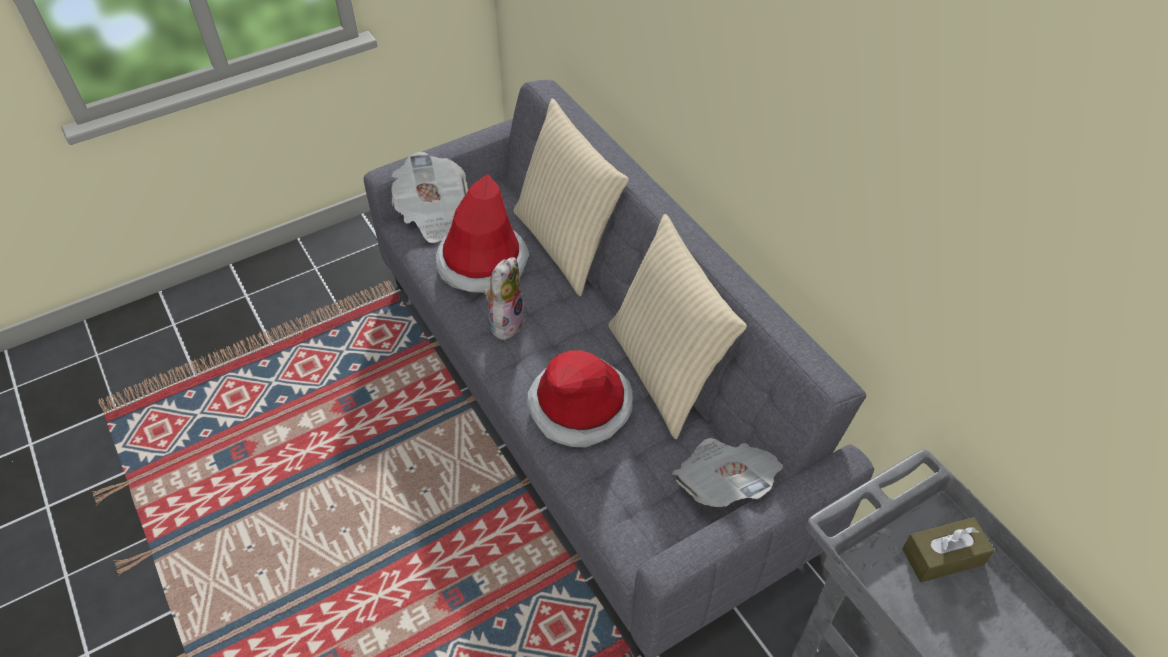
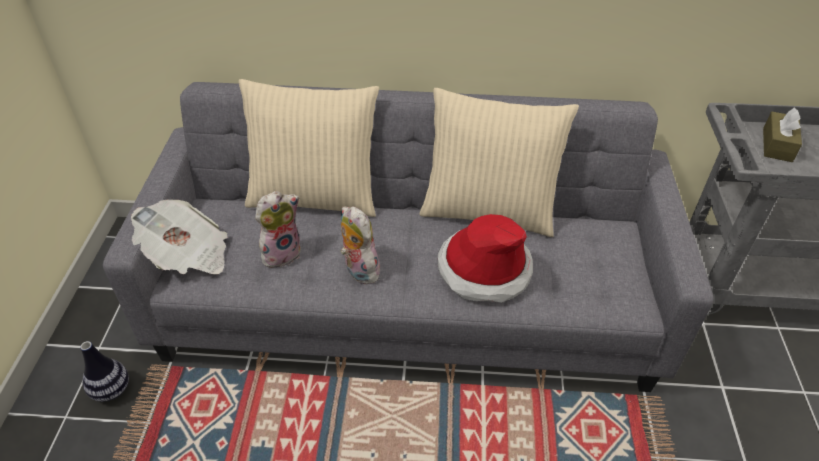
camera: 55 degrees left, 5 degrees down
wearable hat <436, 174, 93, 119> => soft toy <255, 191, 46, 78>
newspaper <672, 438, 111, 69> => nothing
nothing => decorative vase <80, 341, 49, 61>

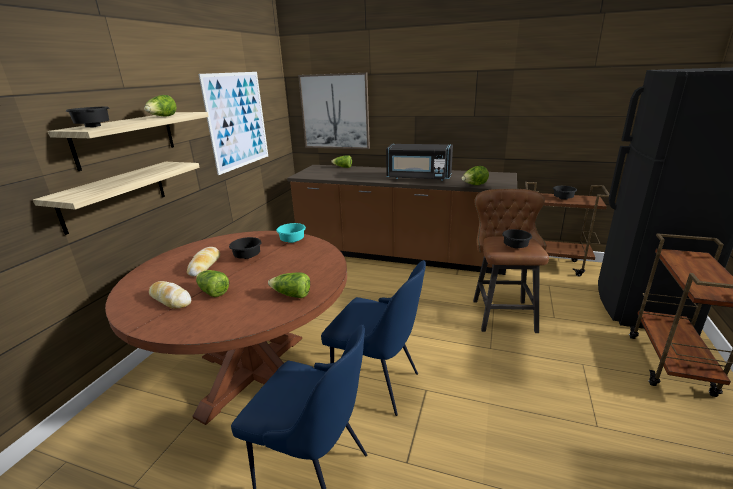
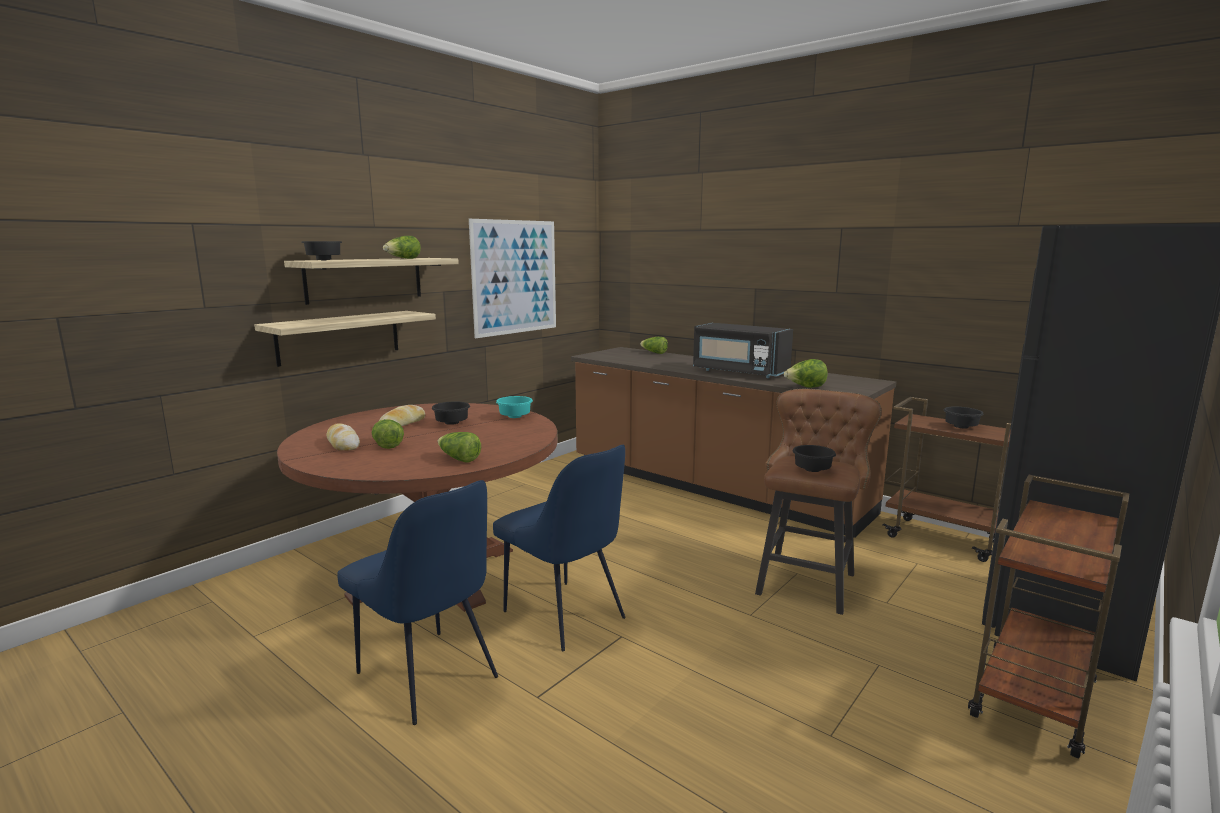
camera: 20 degrees right, 10 degrees down
wall art <298, 73, 72, 76> => nothing

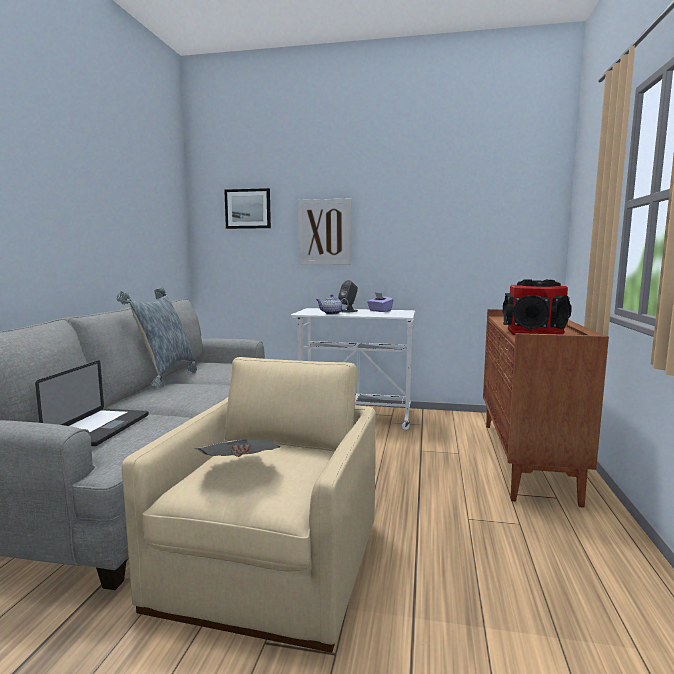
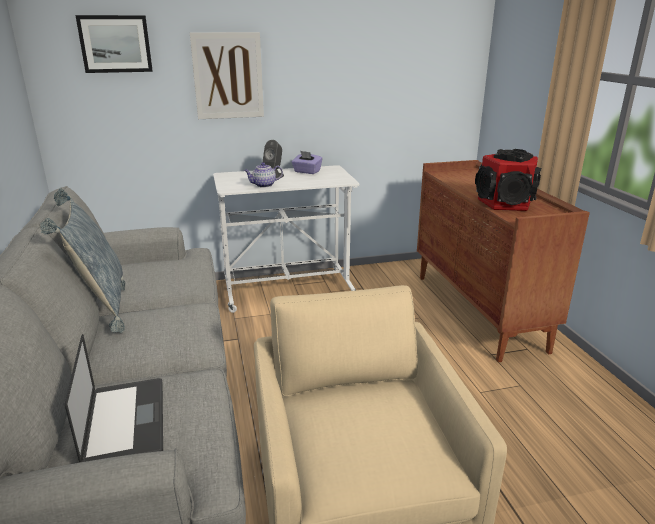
camera: 25 degrees left, 15 degrees up
newspaper <194, 439, 86, 18> => nothing

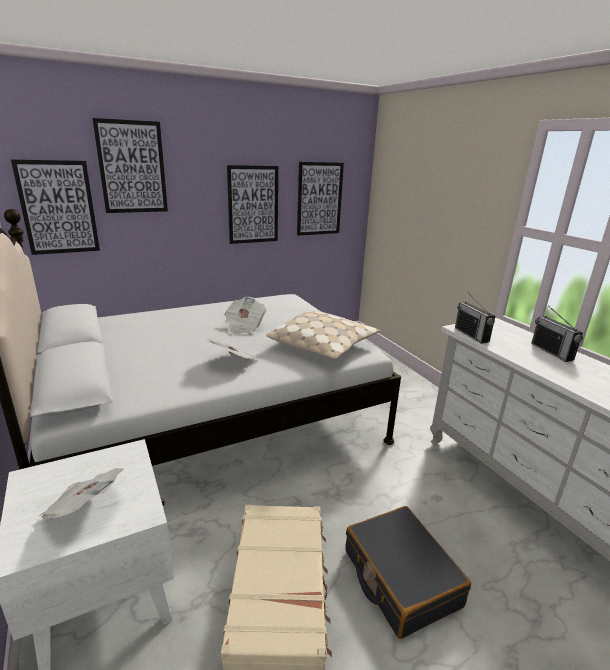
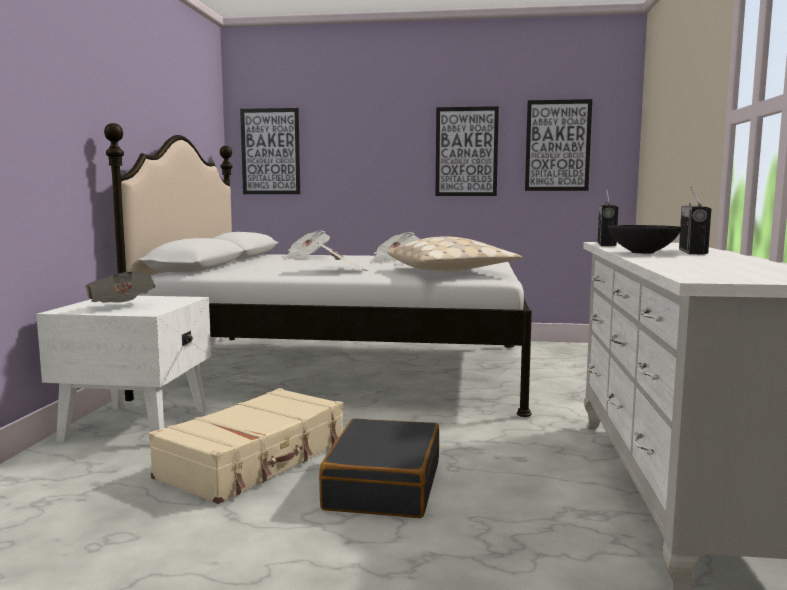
camera: 35 degrees right, 15 degrees down
wall art <92, 118, 76, 95> => nothing
nothing => black-coloured serving bowl <608, 225, 74, 29>
nothing => newspaper <284, 231, 46, 28>

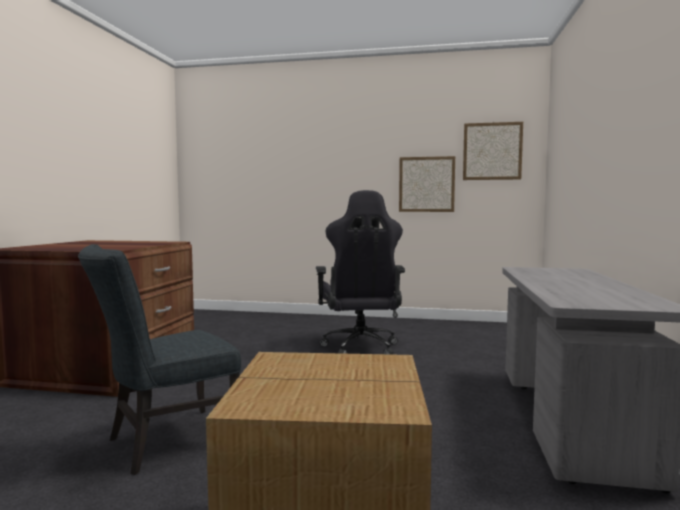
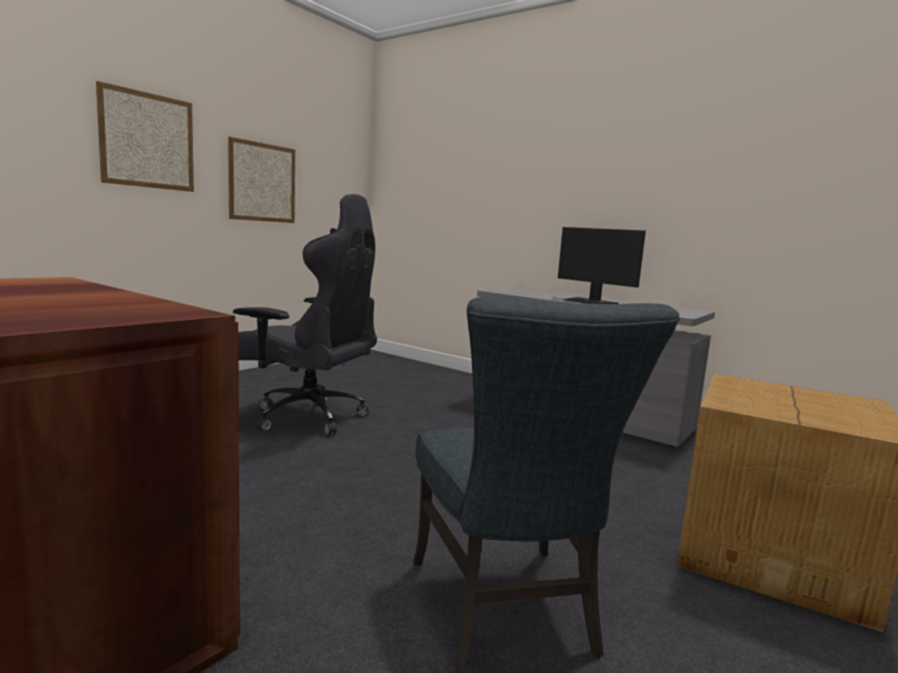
camera: 65 degrees left, 5 degrees up
wall art <463, 121, 60, 59> => wall art <96, 81, 98, 111>, shifted
nothing => computer screen <558, 227, 88, 77>

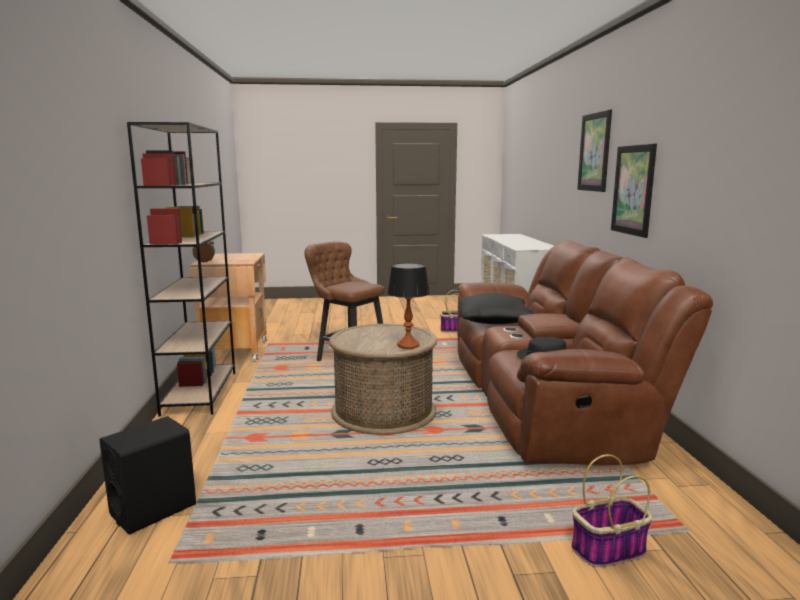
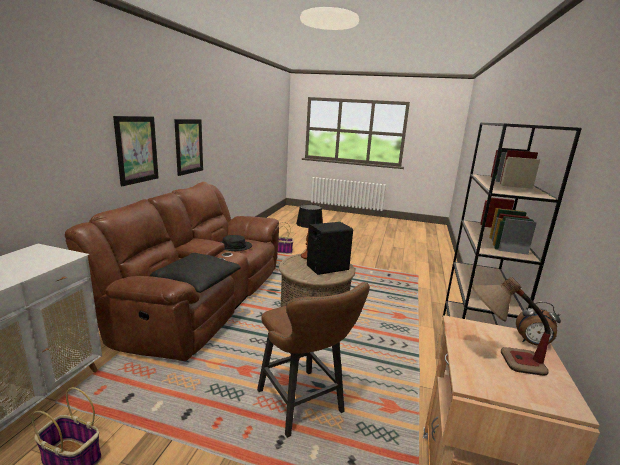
camera: 160 degrees left, 5 degrees up
wall art <577, 109, 35, 83> => wall art <174, 119, 29, 57>, shifted
black-coloured loudspeaker <99, 416, 97, 119> => black-coloured loudspeaker <307, 222, 46, 53>, shifted
nothing => table lamp <472, 277, 78, 99>

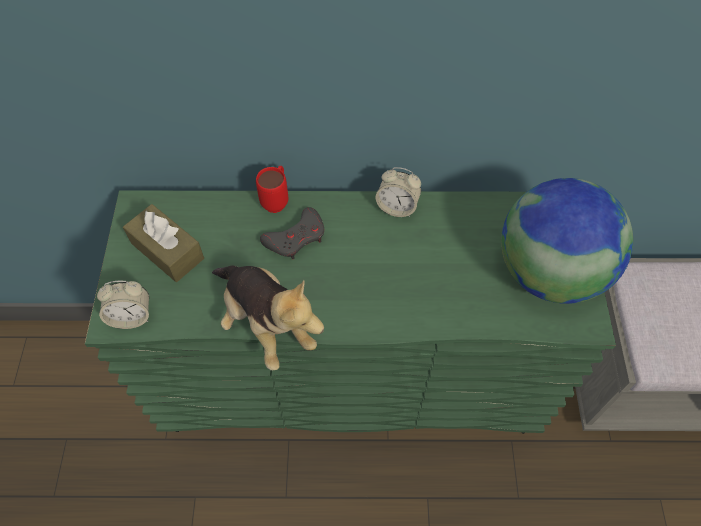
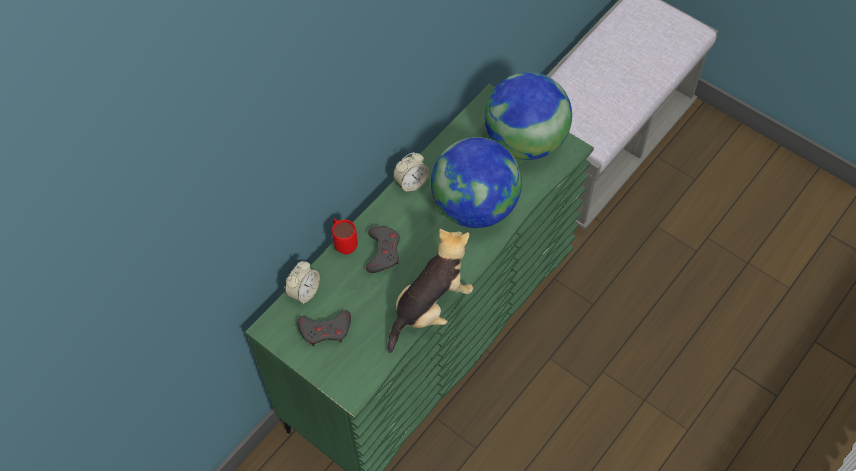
camera: 50 degrees left, 0 degrees up
brownish tissue holder <123, 204, 81, 78> => gray game controller <297, 310, 54, 36>
soft toy <212, 265, 112, 105> => soft toy <387, 229, 86, 124>, 45 degrees counterclockwise
table clock <97, 281, 52, 48> => table clock <285, 261, 35, 43>, shifted
nothing => world globe <431, 137, 91, 91>

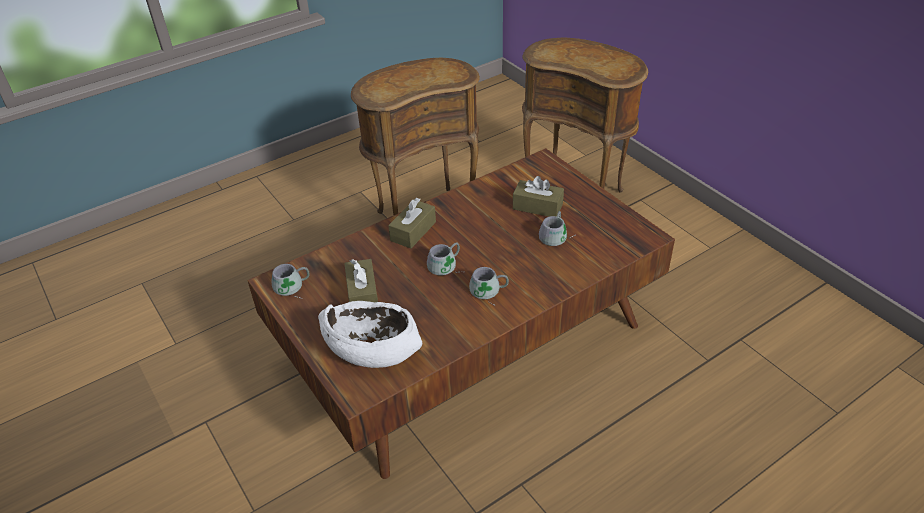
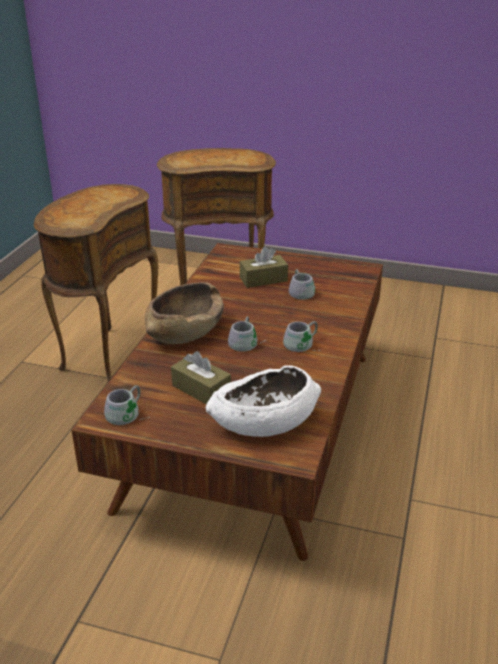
camera: 40 degrees left, 10 degrees down
brownish tissue holder <388, 198, 48, 51> => brownish serving bowl <145, 282, 79, 62>

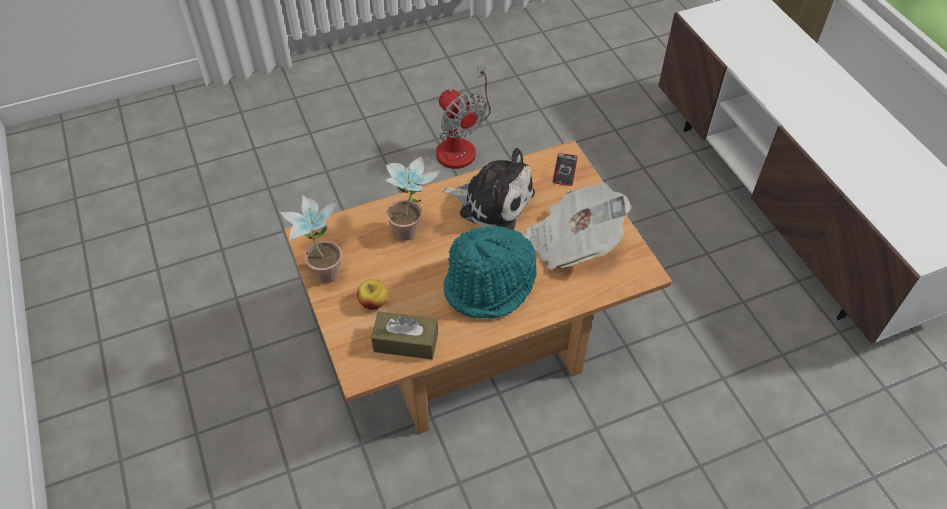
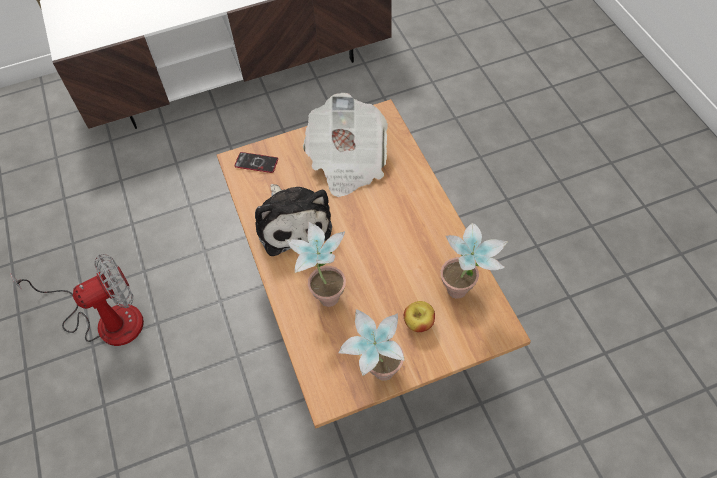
camera: 85 degrees left, 5 degrees up
soft toy <442, 148, 93, 82> => soft toy <255, 184, 77, 72>, 135 degrees clockwise
turquoise wearable hat <444, 226, 93, 93> => nothing
brownish tissue holder <371, 312, 67, 47> => potted plant <441, 223, 67, 75>

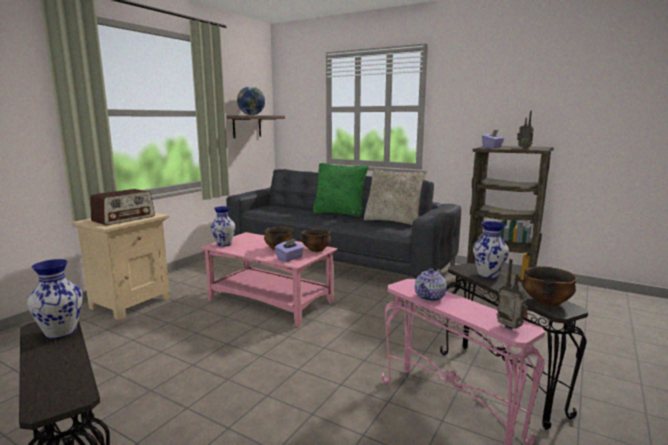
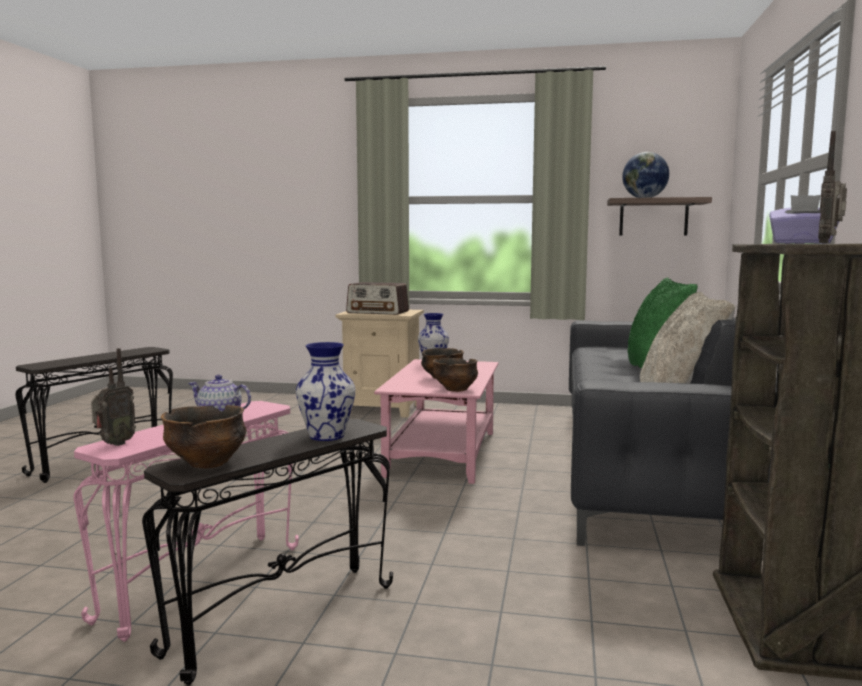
camera: 70 degrees right, 5 degrees down
purple tissue holder <275, 238, 29, 24> => nothing
decorative vase <27, 259, 56, 80> => nothing

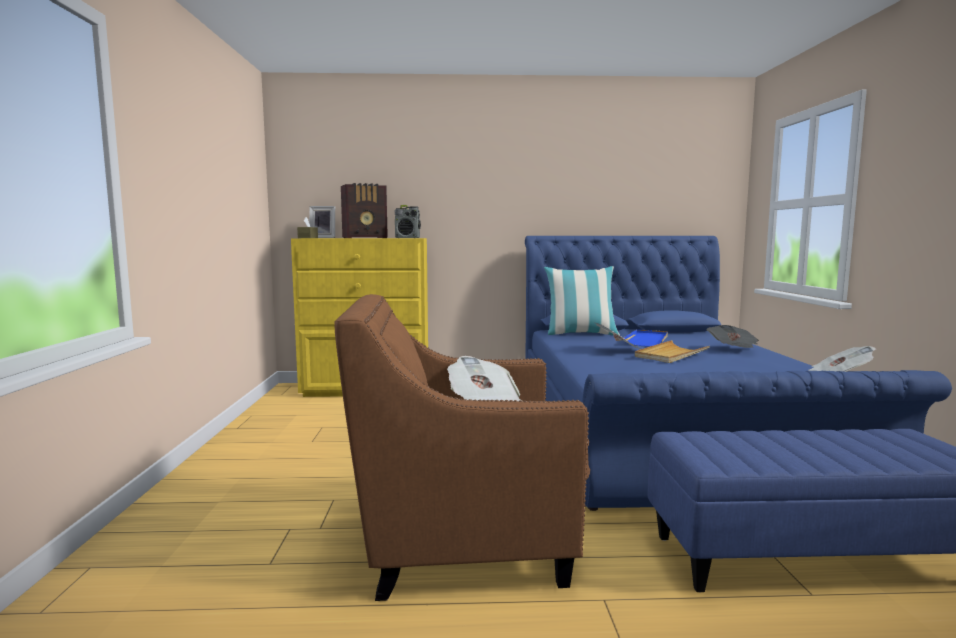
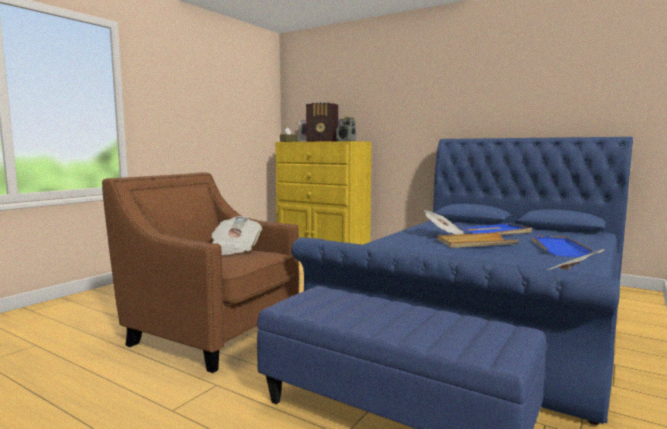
camera: 35 degrees right, 0 degrees up
pillow <544, 266, 76, 70> => nothing
newspaper <706, 325, 53, 23> => blue carrying tray <533, 236, 60, 21>

